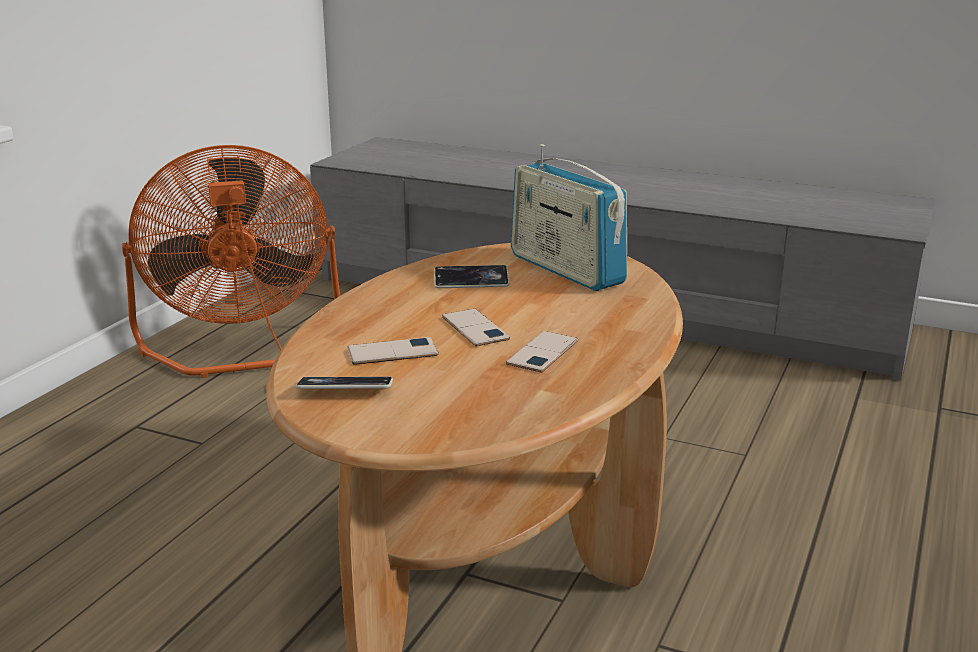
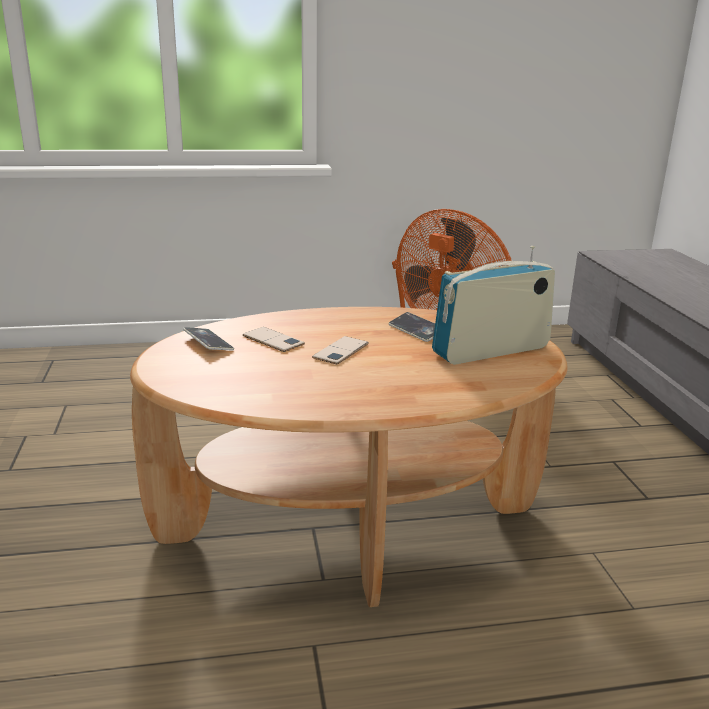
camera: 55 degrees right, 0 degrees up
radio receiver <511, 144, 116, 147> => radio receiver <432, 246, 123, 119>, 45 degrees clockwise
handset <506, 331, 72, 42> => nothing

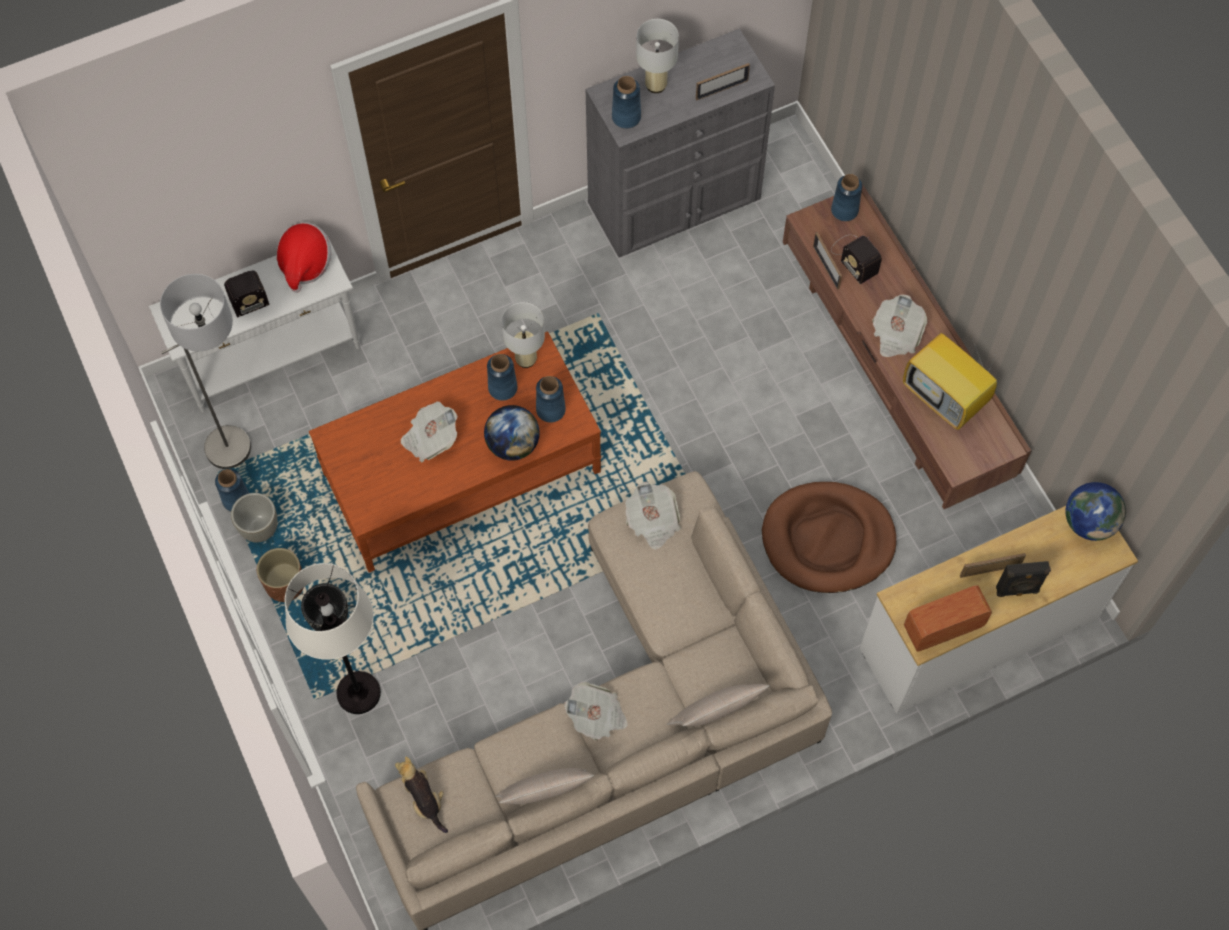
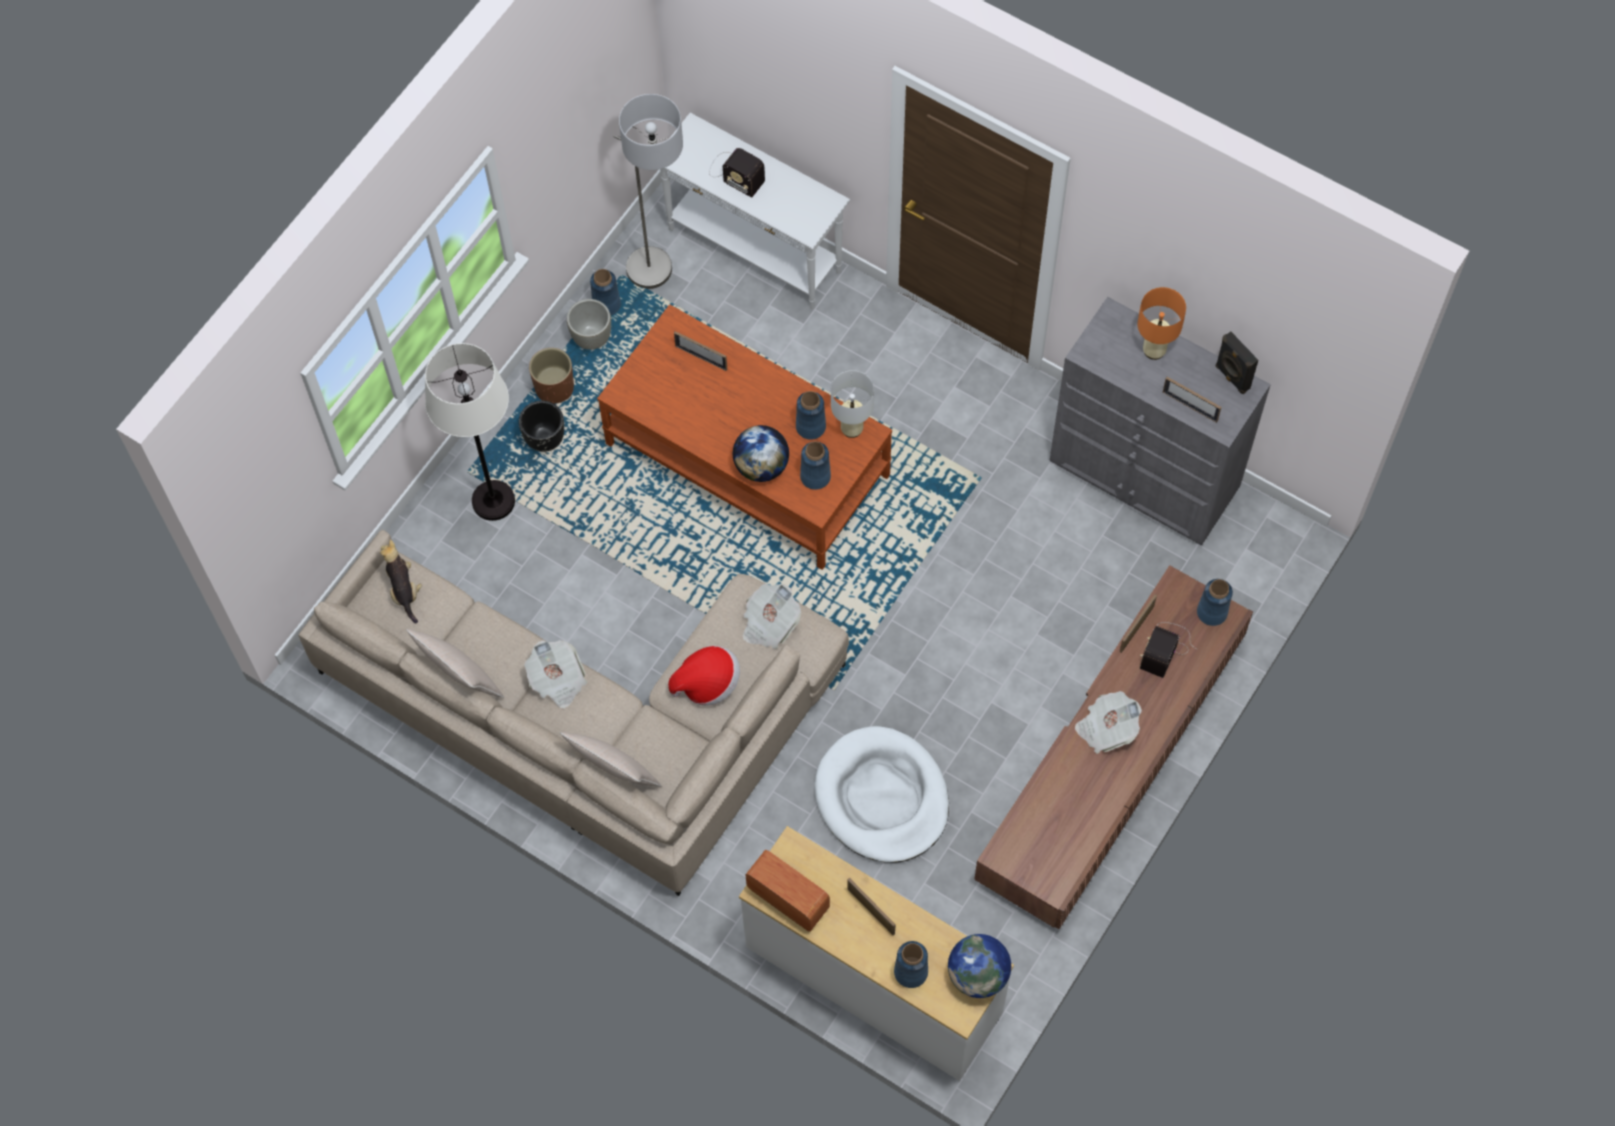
camera: 60 degrees right, 0 degrees up
white-coloured table lamp <636, 19, 43, 74> => orangey table lamp <1138, 287, 48, 73>
blue decorative vase <612, 76, 29, 53> => blue decorative vase <894, 941, 34, 47>, shifted
wearable hat <277, 222, 54, 71> => wearable hat <668, 646, 72, 60>, shifted
television <903, 331, 95, 99> => nothing
newspaper <401, 402, 57, 60> => nothing
brownish dog bed <762, 482, 134, 111> => white-coloured dog bed <814, 726, 135, 137>
black-coloured loudspeaker <996, 561, 55, 36> => black-coloured loudspeaker <1216, 332, 42, 62>, shifted
soft toy <395, 757, 53, 76> => soft toy <380, 540, 42, 83>, 45 degrees counterclockwise
nothing => standing frame <674, 331, 53, 40>

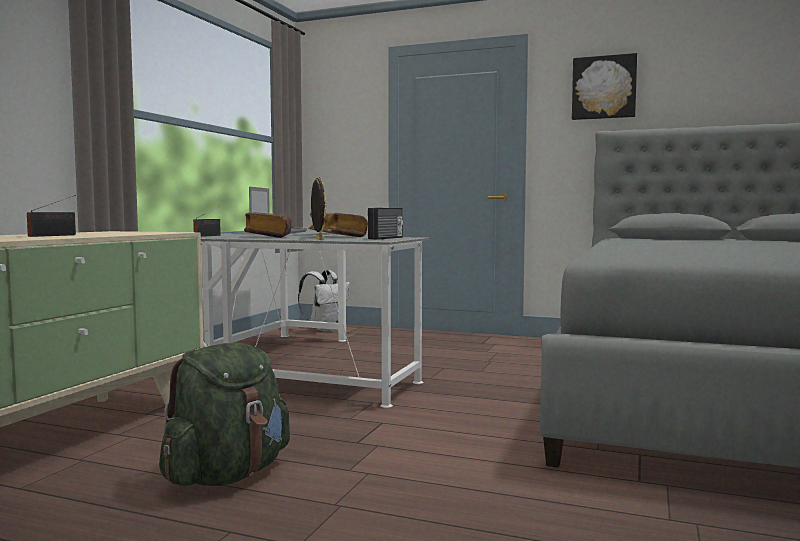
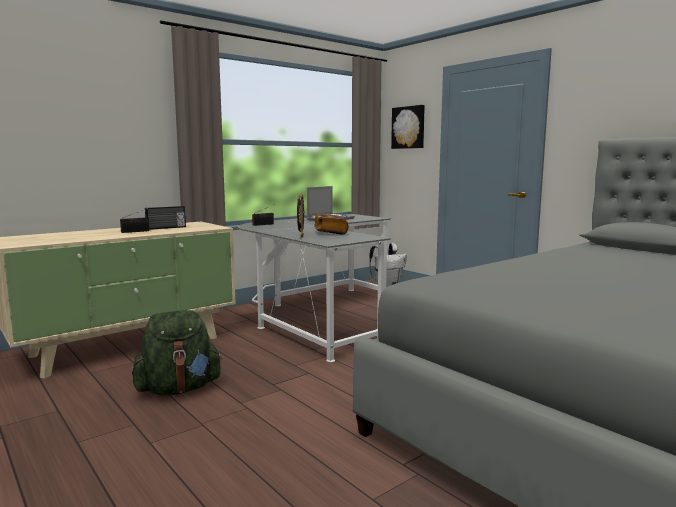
camera: 30 degrees right, 5 degrees up
wall art <572, 53, 65, 67> => wall art <391, 105, 34, 44>, shifted
radio receiver <368, 208, 35, 32> => radio receiver <145, 206, 41, 24>, shifted
book <244, 212, 48, 26> => nothing

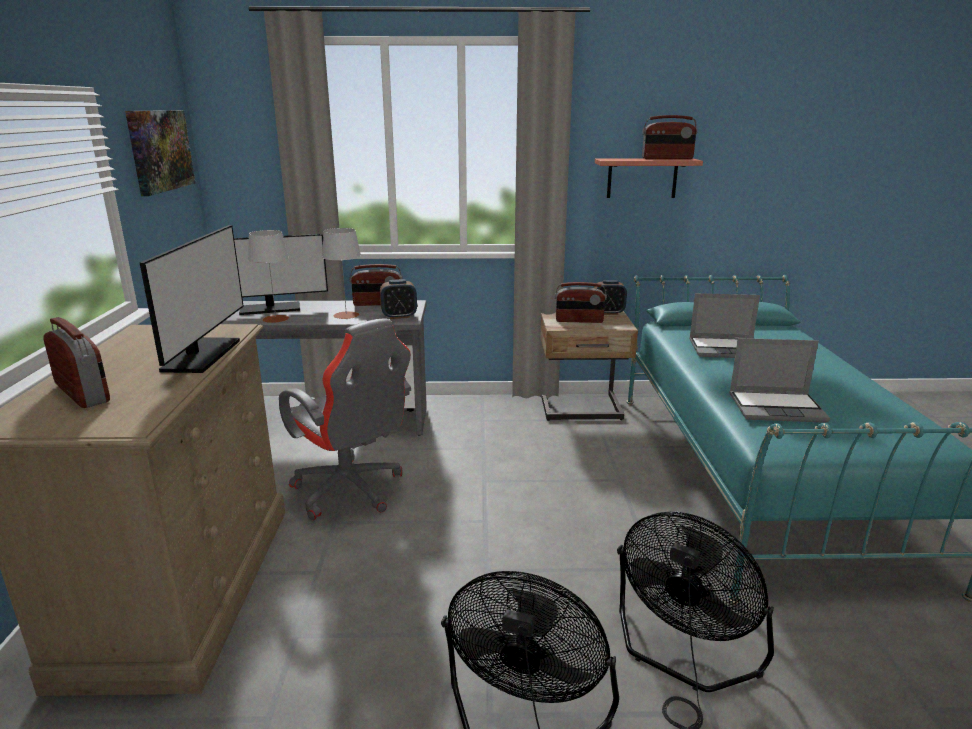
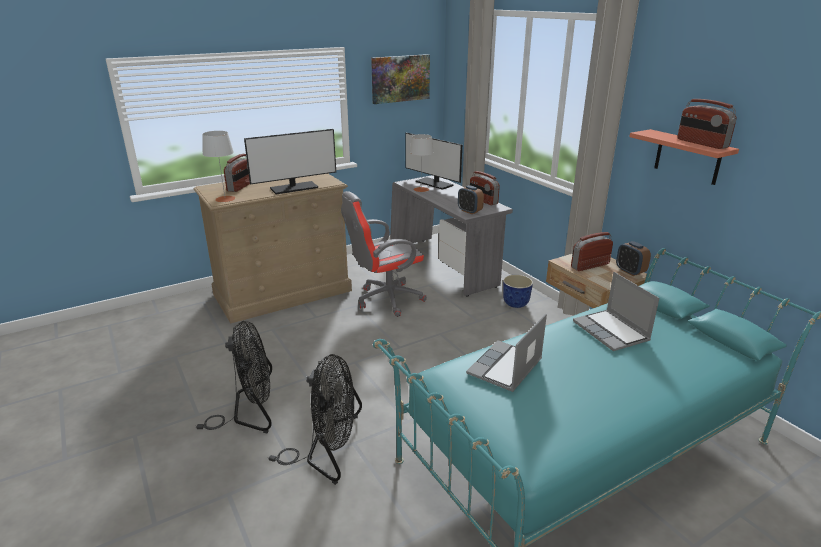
camera: 60 degrees right, 5 degrees up
gray table lamp <322, 228, 39, 91> => gray table lamp <202, 131, 34, 71>, shifted
radio receiver <555, 282, 52, 41> => radio receiver <571, 232, 42, 39>, 90 degrees clockwise
gray desk chair <279, 319, 132, 201> => gray desk chair <341, 191, 86, 126>, 45 degrees clockwise
laptop <729, 338, 101, 85> => laptop <466, 314, 81, 78>, 60 degrees clockwise
nothing => plant pot <503, 275, 30, 33>

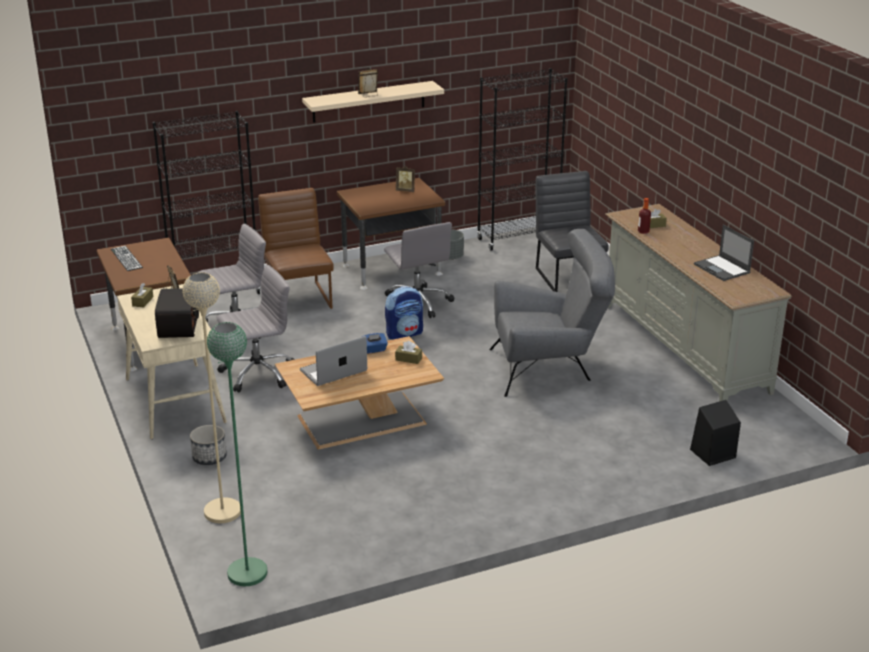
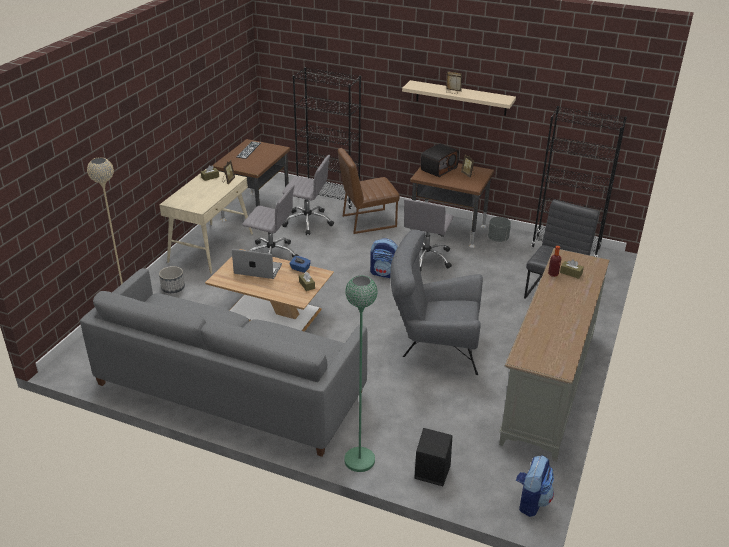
camera: 45 degrees right, 5 degrees up
brownish upright chair <258, 188, 76, 121> => brownish upright chair <338, 148, 62, 86>, 135 degrees counterclockwise
laptop <694, 225, 60, 56> => nothing
gray armchair <489, 229, 126, 168> => gray armchair <390, 230, 93, 145>, 150 degrees clockwise
radio receiver <155, 288, 44, 50> => radio receiver <421, 144, 38, 33>, shifted
green standard lamp <207, 322, 60, 264> => green standard lamp <344, 275, 34, 197>, shifted
nothing => gray settee <80, 268, 288, 189>
nothing => backpack <516, 455, 38, 62>

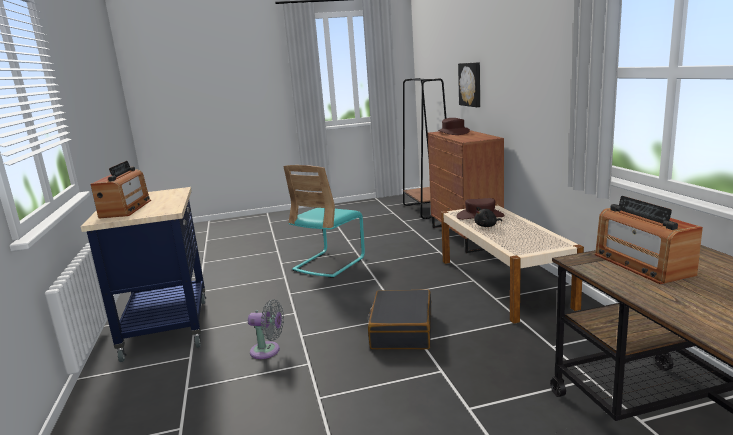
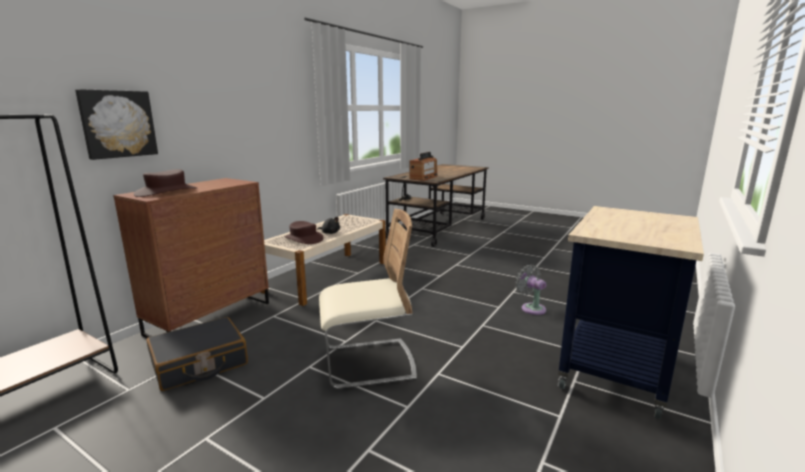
camera: 135 degrees left, 0 degrees up
radio receiver <90, 161, 61, 58> => nothing
turquoise upright chair <283, 165, 82, 113> => beige-coloured upright chair <319, 209, 98, 181>
black-coloured piece of luggage <368, 289, 63, 60> => black-coloured piece of luggage <147, 317, 101, 74>, shifted

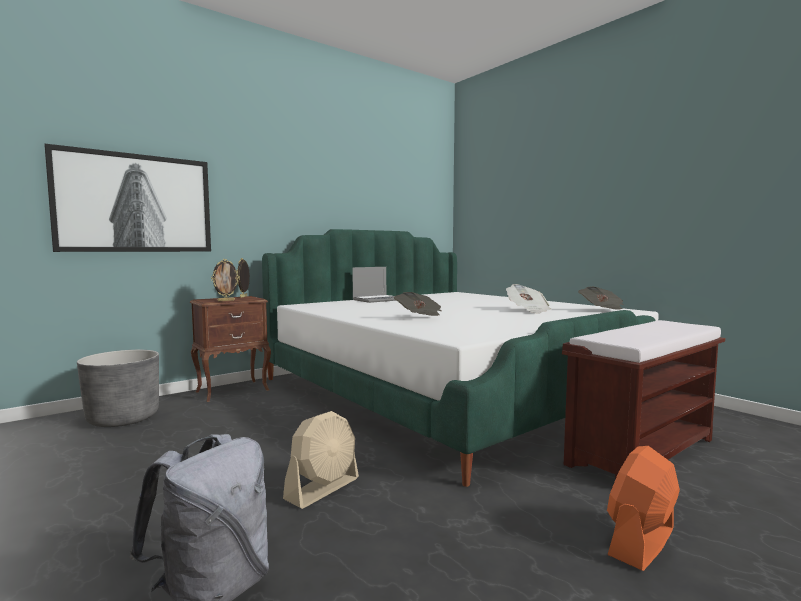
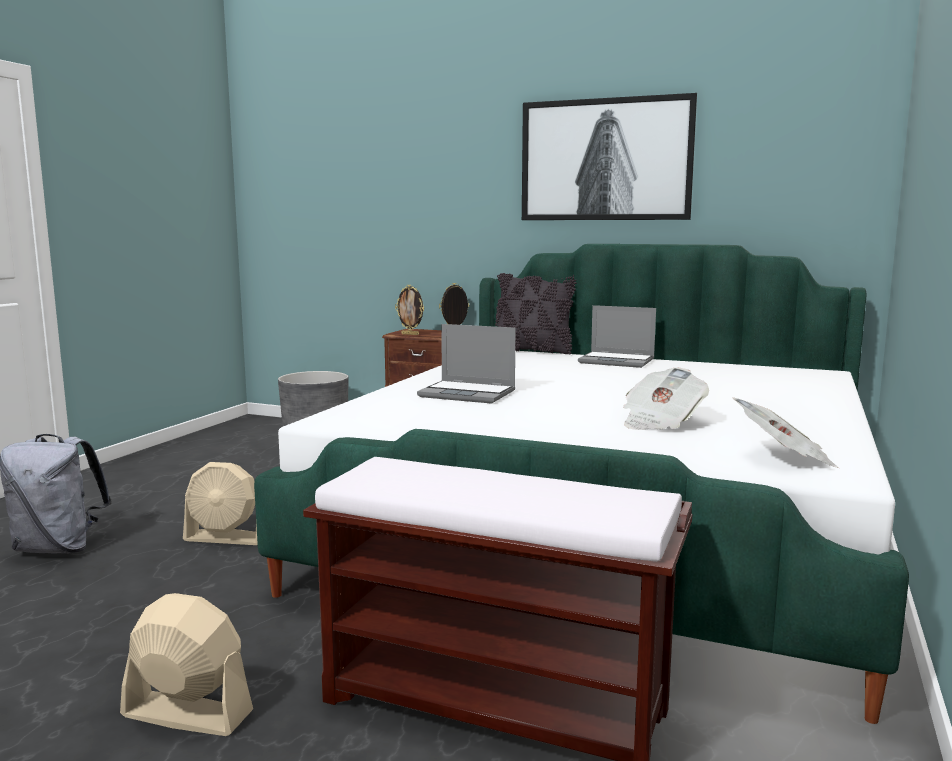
camera: 60 degrees right, 5 degrees up
wall art <44, 144, 167, 108> => wall art <522, 93, 175, 127>, shifted
newspaper <394, 292, 48, 24> => laptop <417, 324, 99, 80>
orangey electric fan <607, 446, 73, 125> => beige-coloured electric fan <120, 593, 133, 143>
nothing => black-coloured pillow <495, 273, 81, 82>

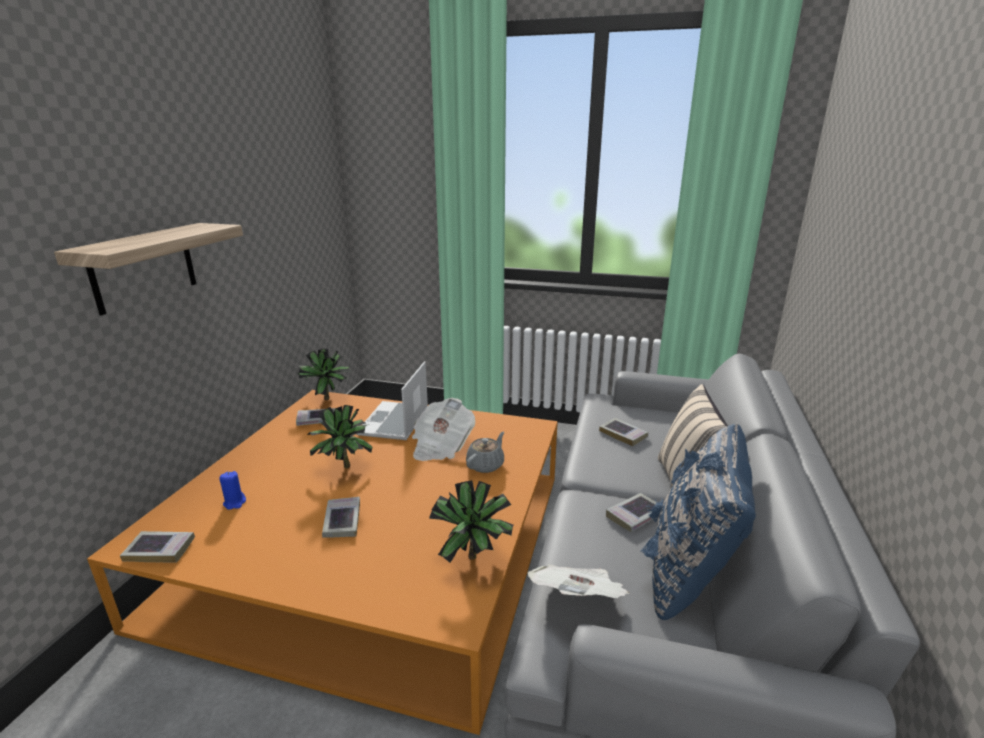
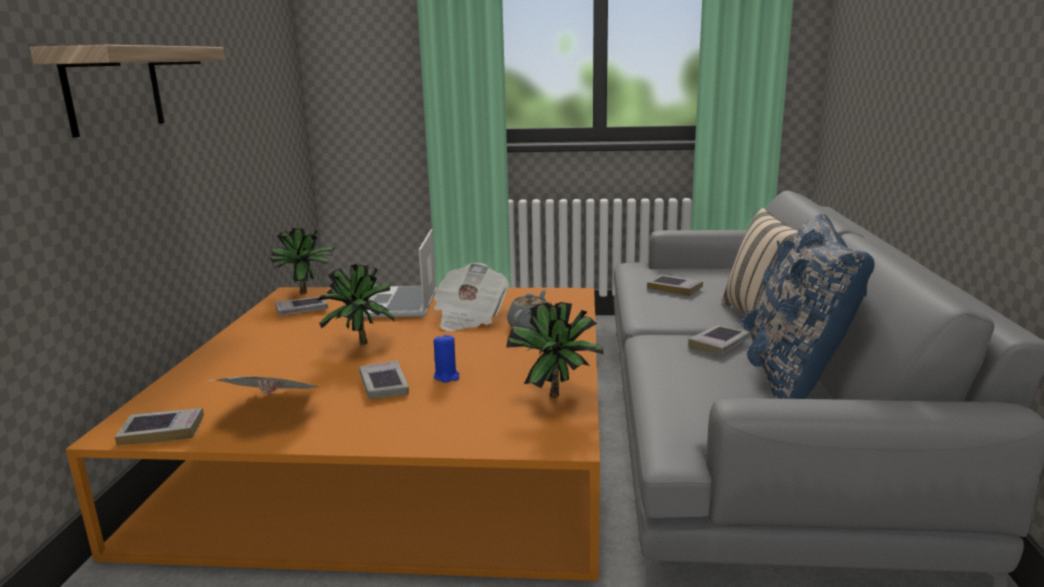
camera: 10 degrees left, 5 degrees down
blue wax light <219, 471, 27, 39> => blue wax light <434, 335, 25, 48>, shifted
newspaper <528, 564, 102, 34> => newspaper <208, 377, 110, 17>, shifted

